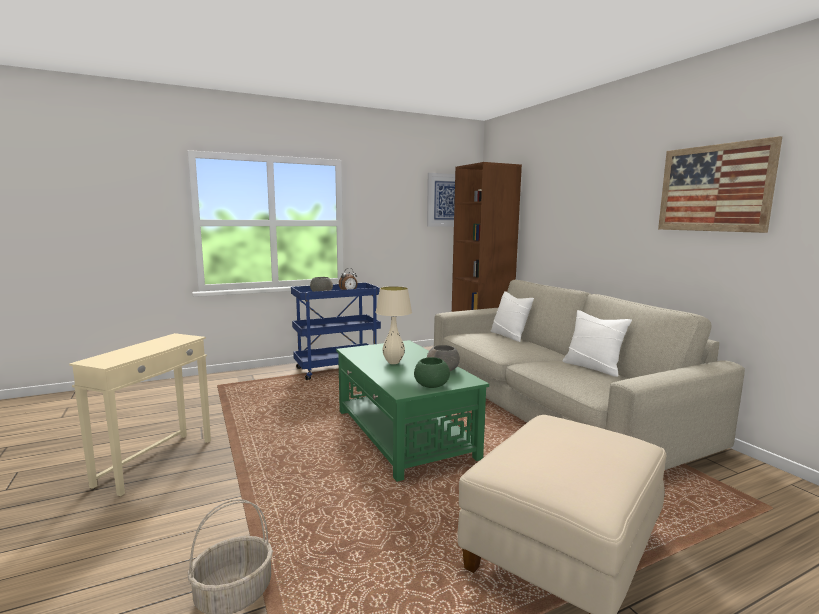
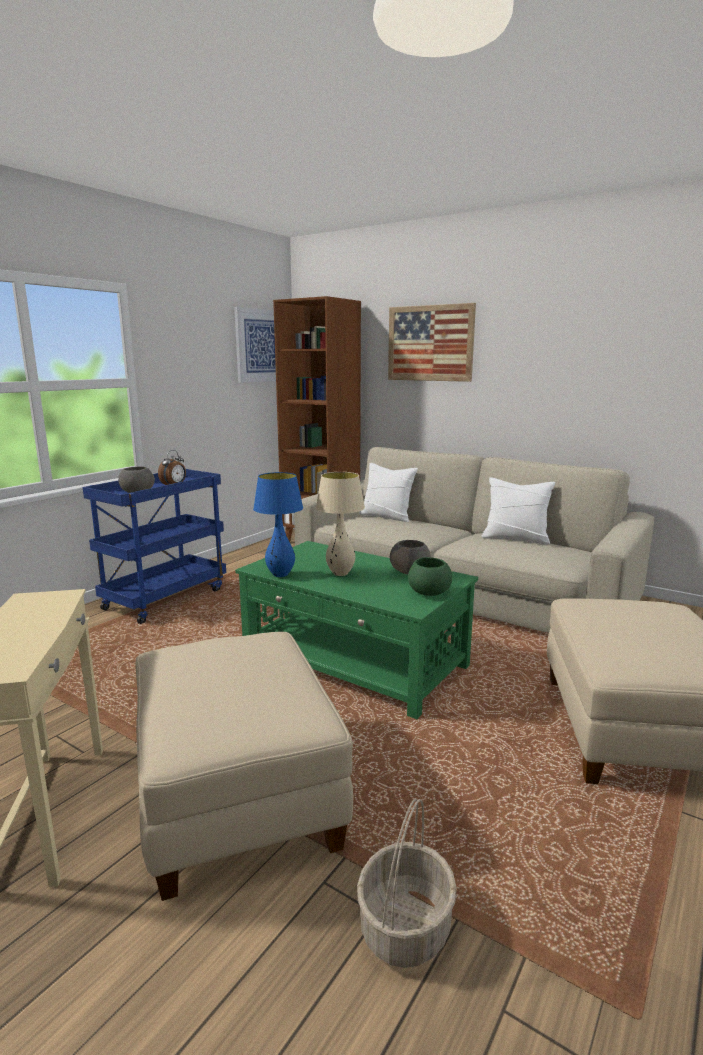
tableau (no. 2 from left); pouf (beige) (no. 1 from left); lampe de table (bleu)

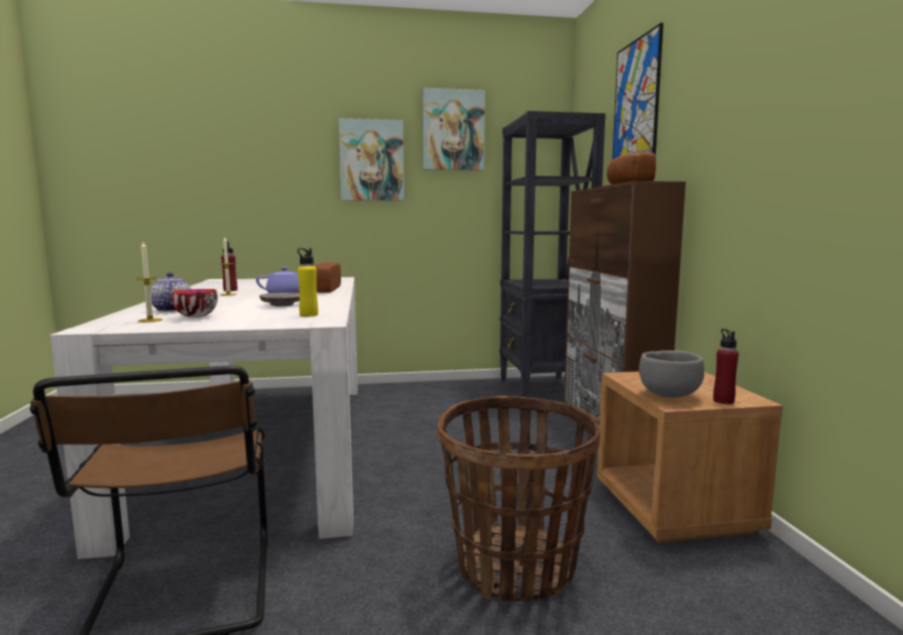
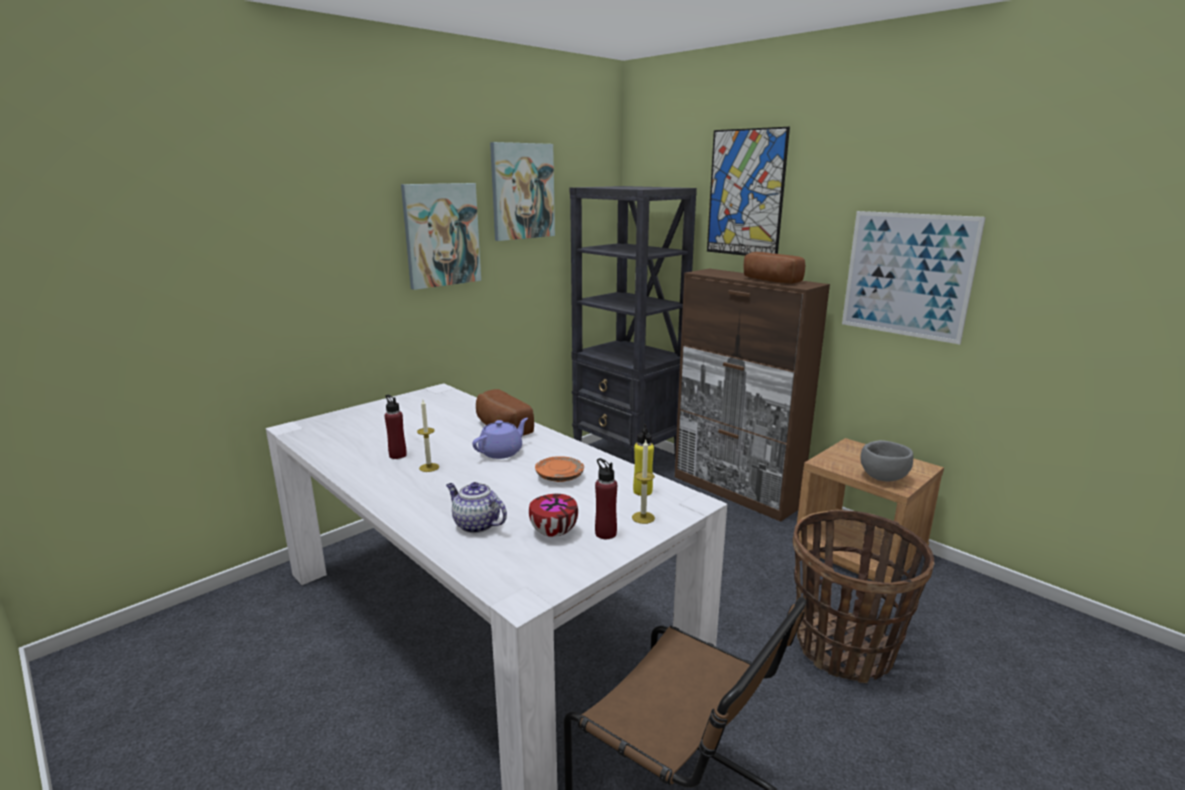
bougie (no. 2 from left); assiette (orange); bouteille (rouge) (no. 2 from left); tableau (no. 4 from left)

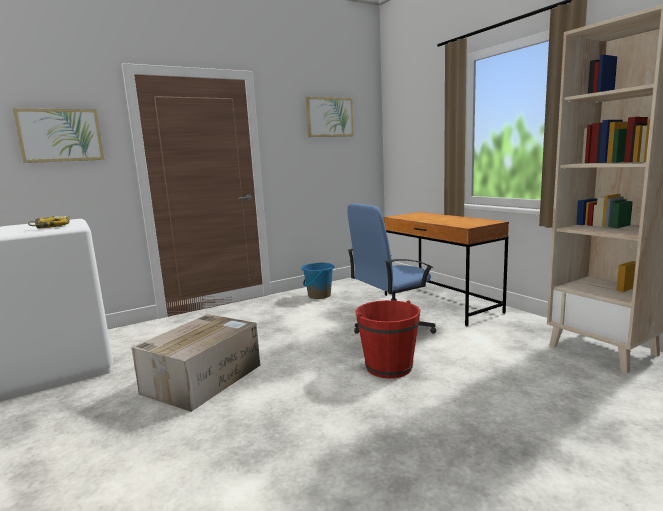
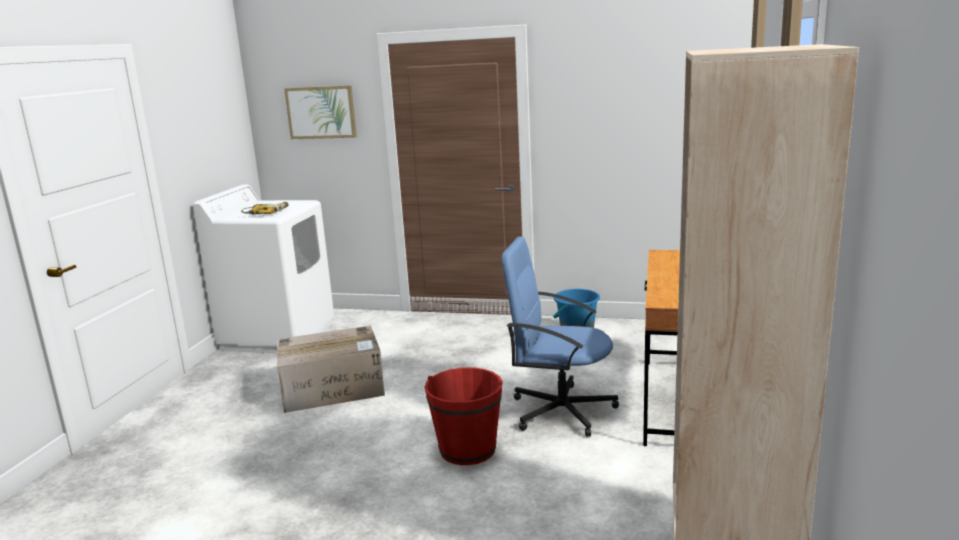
tableau (no. 2 from left in the first image)

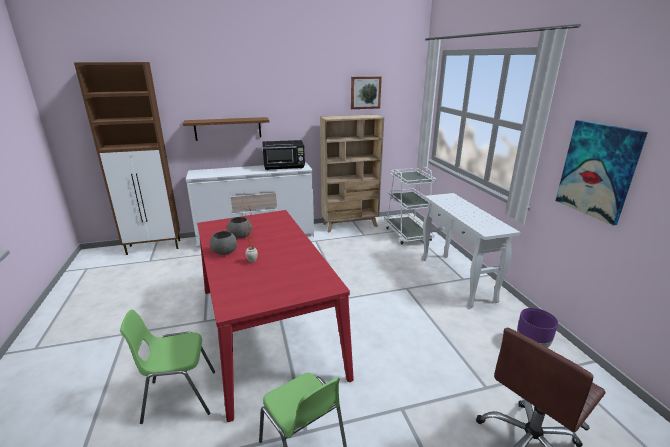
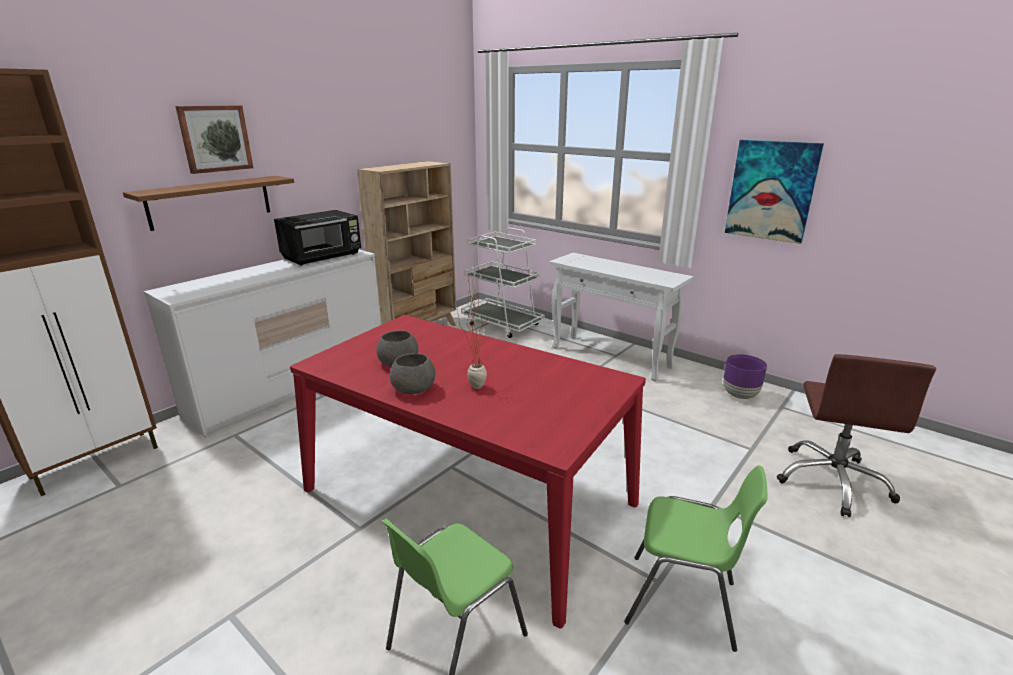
tableau (no. 1 from left)

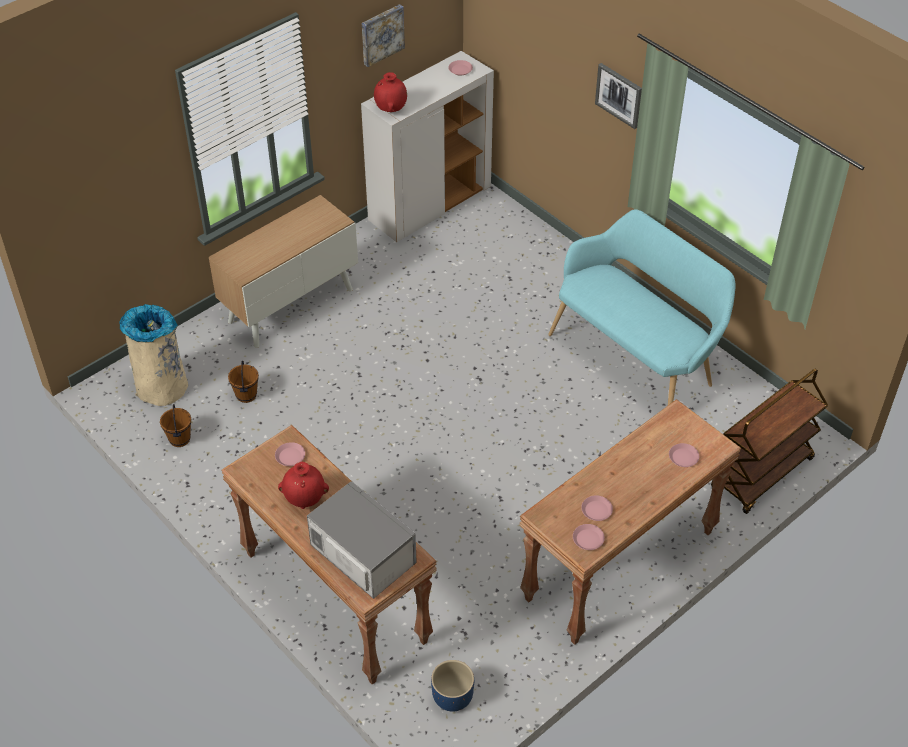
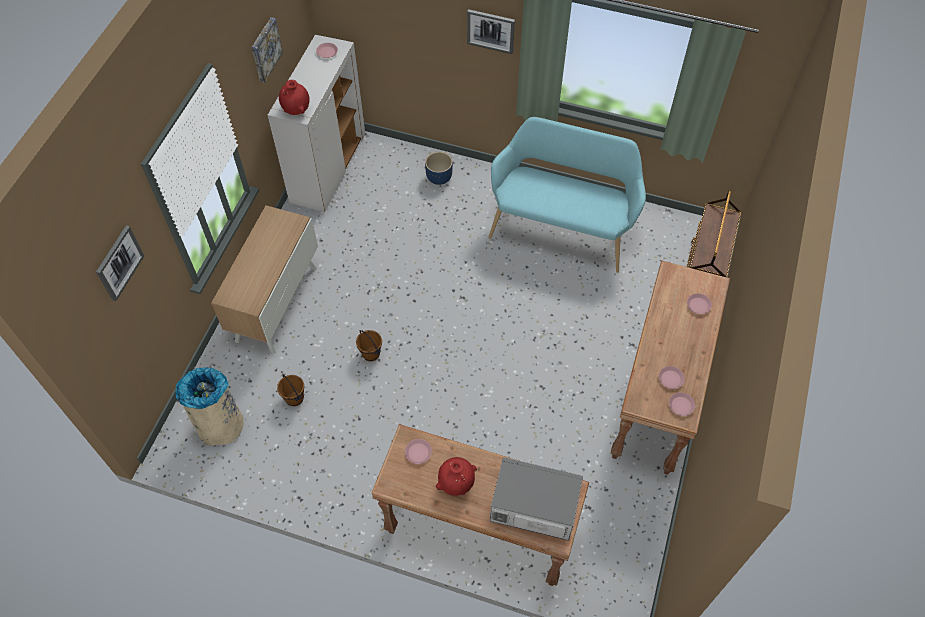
seau (marron) (no. 2 from left); cache-pot (bleu); tableau (no. 1 from left)

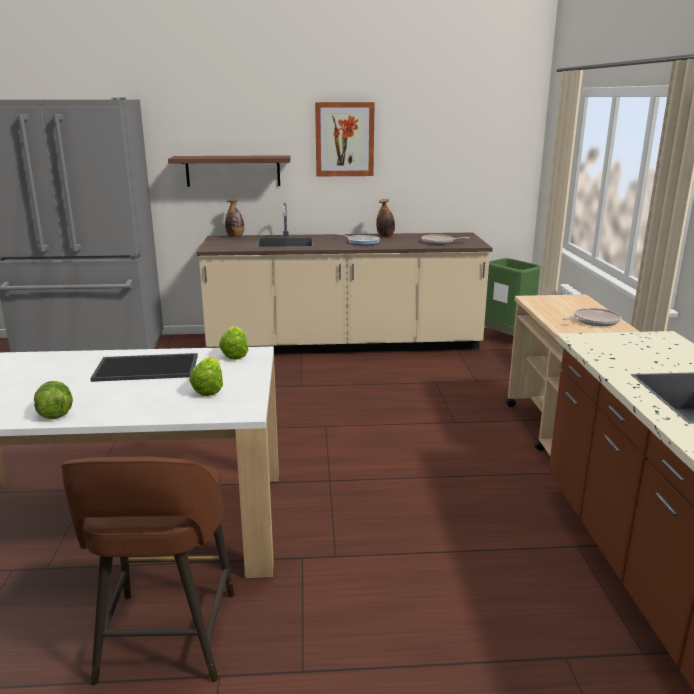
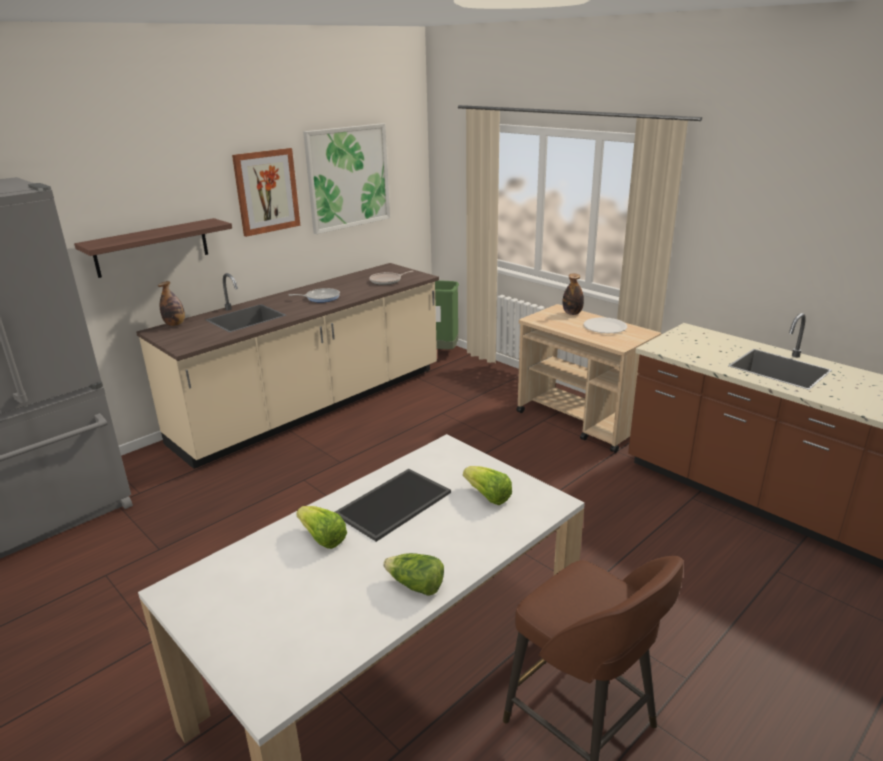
laitue (no. 1 from left); bouteille (no. 2 from left); assiette (blanc); tableau (no. 2 from left)

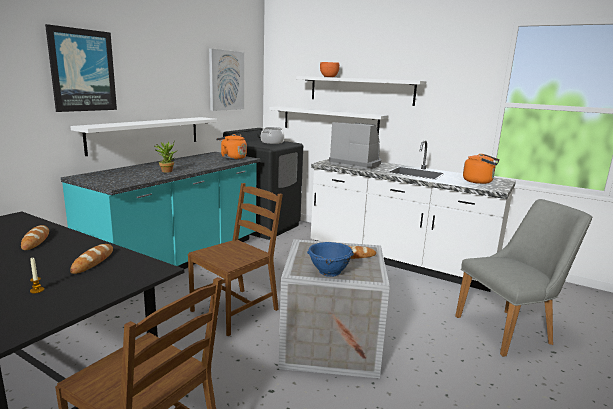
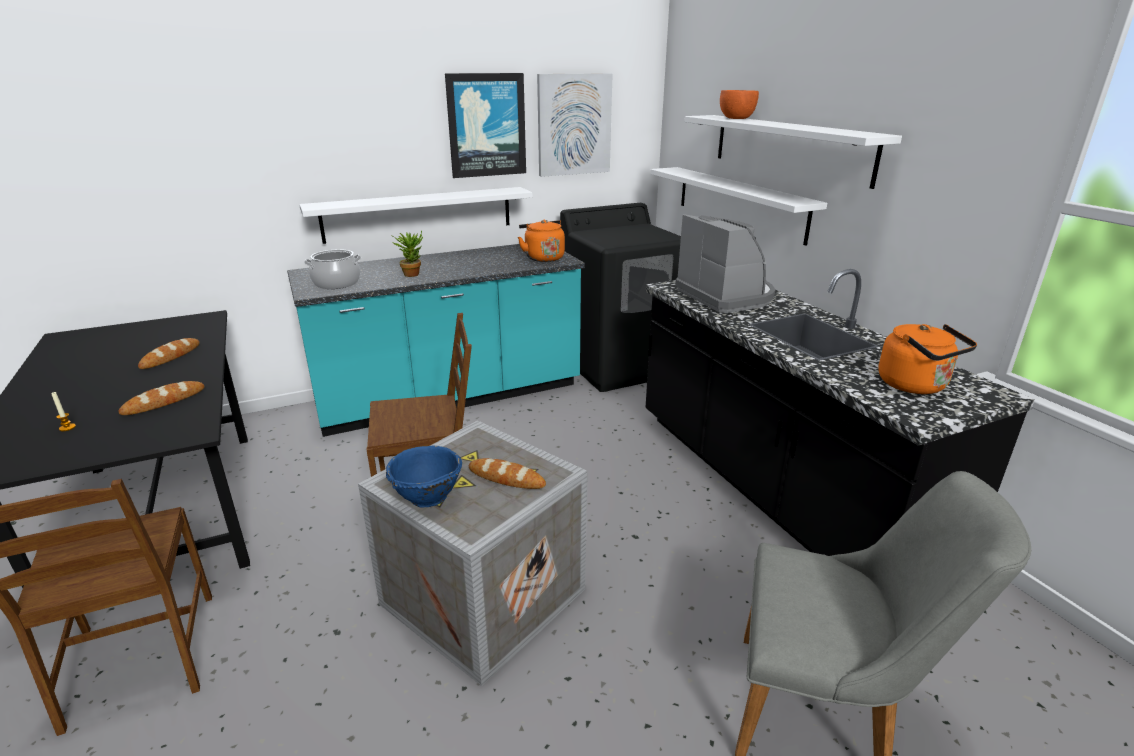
tableau (no. 1 from left); marmite; comptoir de cuisine (noir)

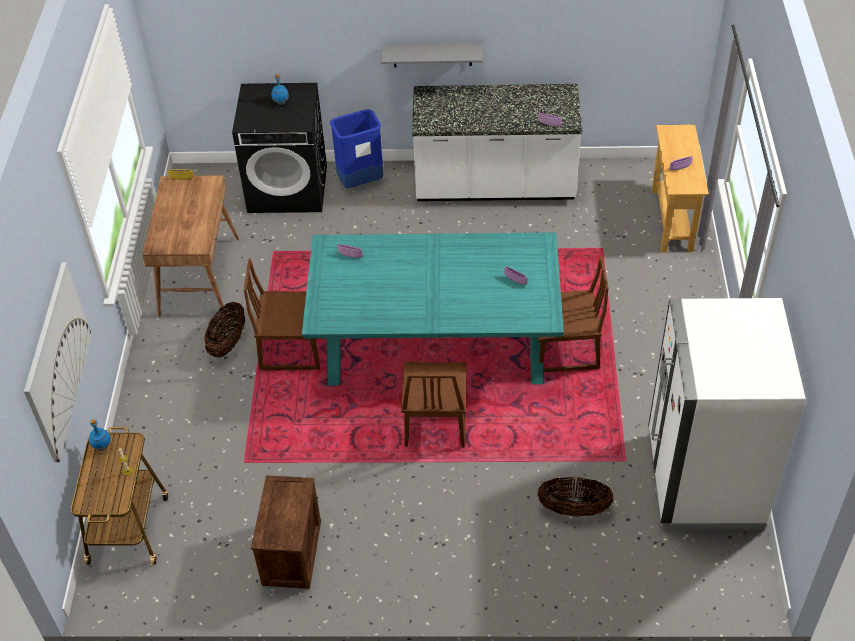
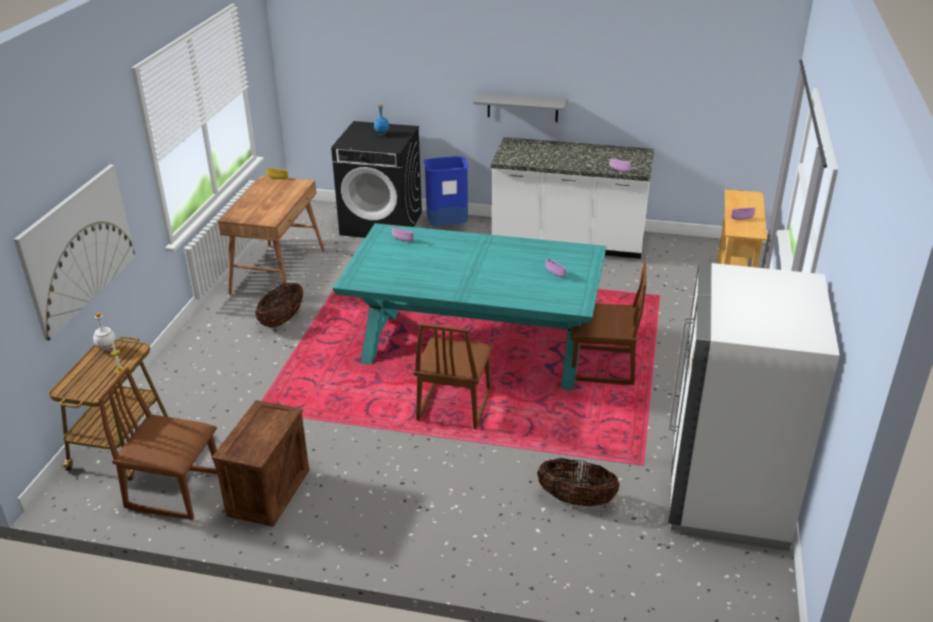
bouteille (blanc); chaise (marron) (no. 1 from left)

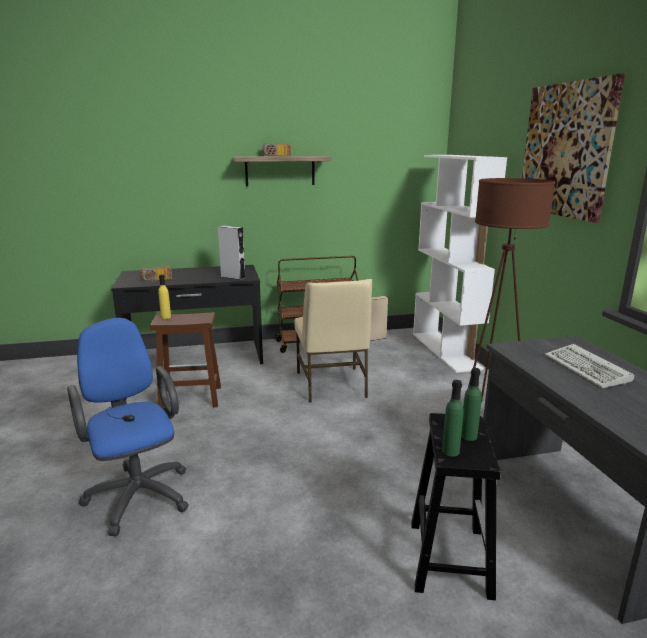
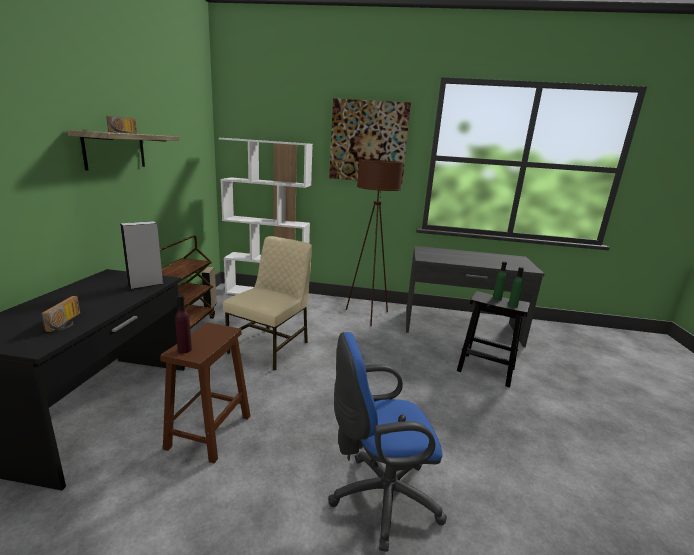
bouteille (violet); chaise (beige); clavier

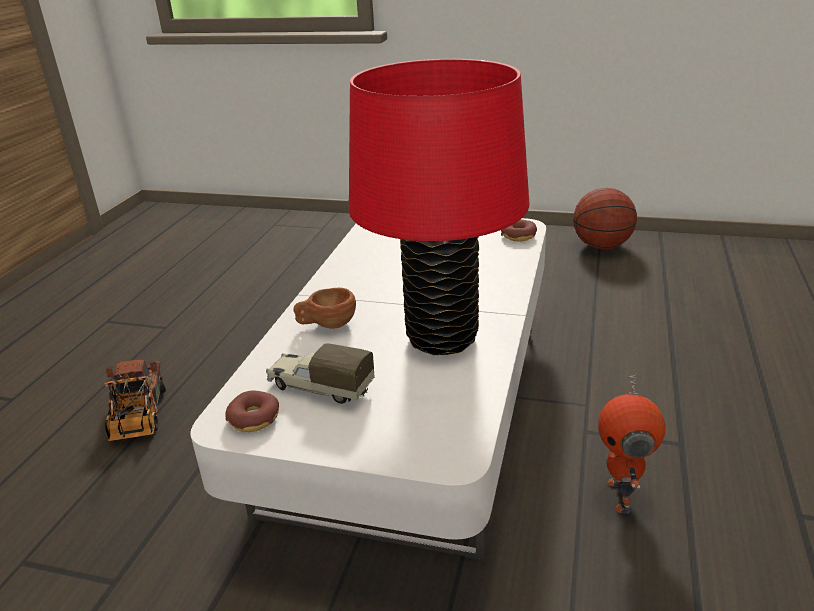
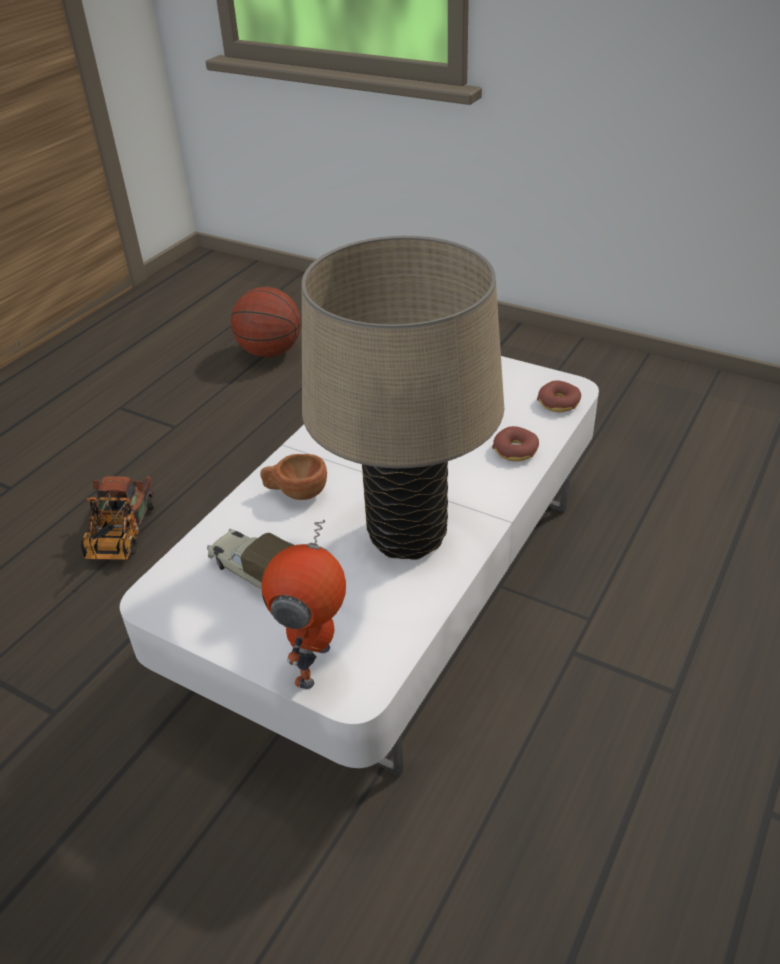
beignet (no. 1 from left); lampe de table (beige); ballon de basket; robot jouet

